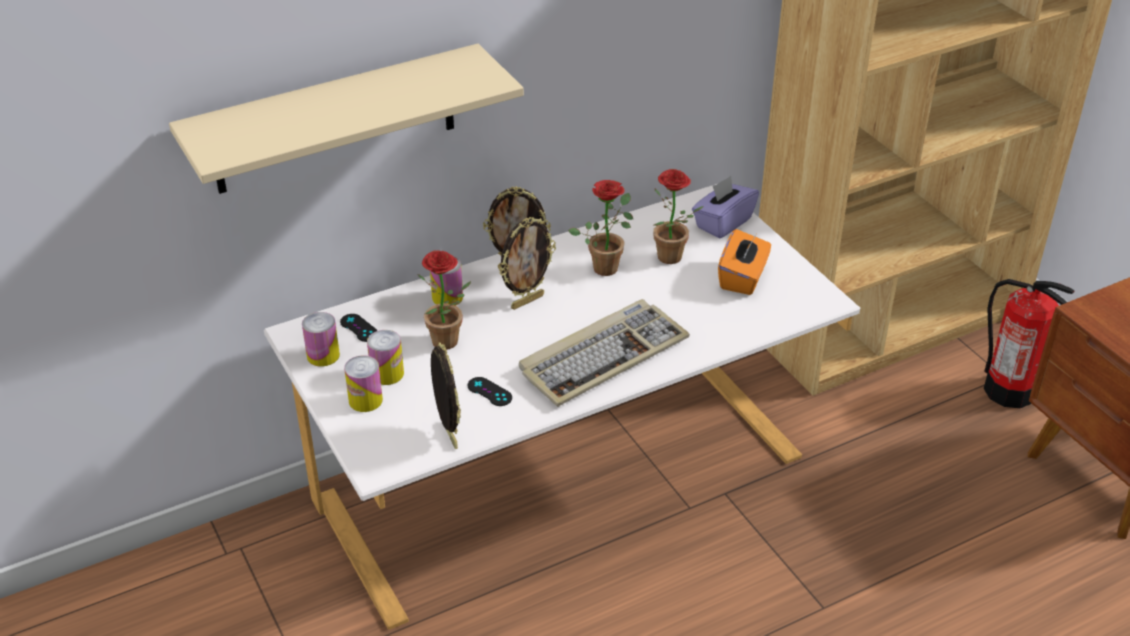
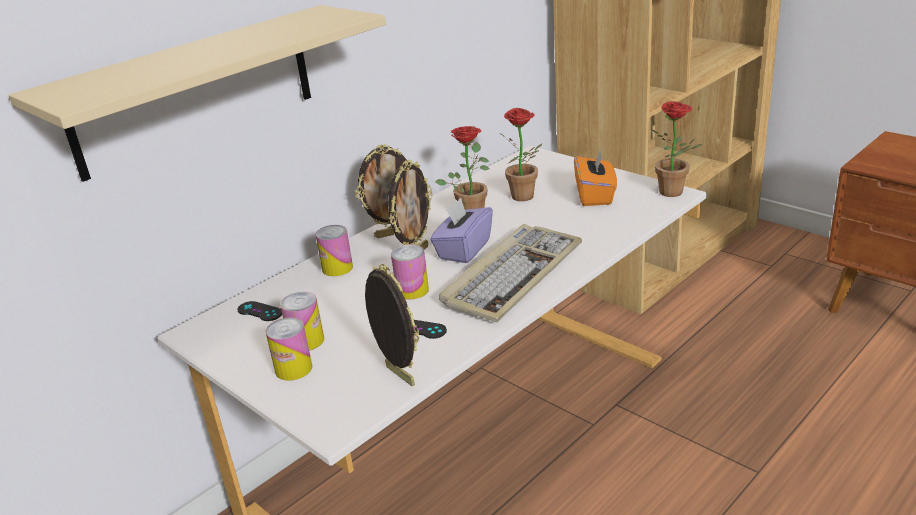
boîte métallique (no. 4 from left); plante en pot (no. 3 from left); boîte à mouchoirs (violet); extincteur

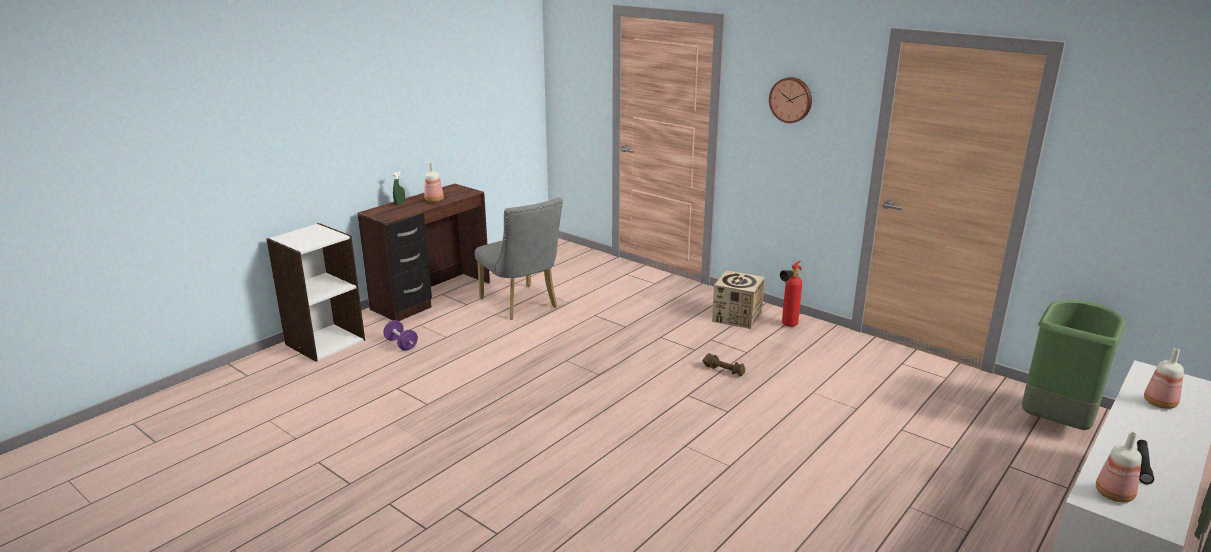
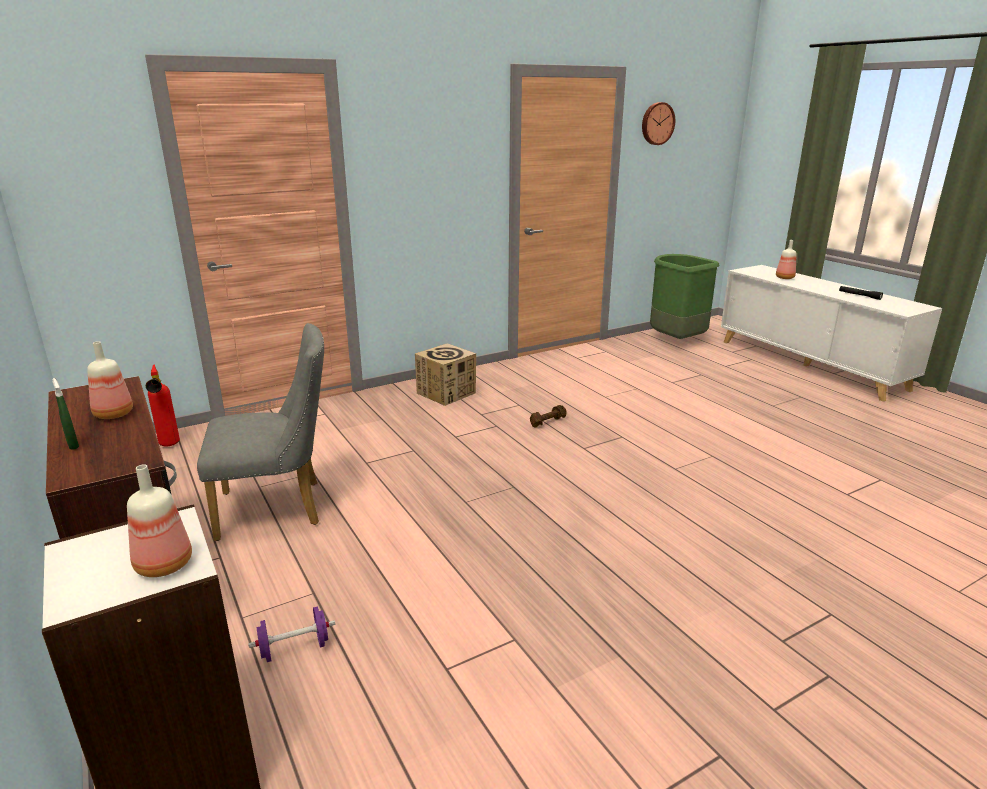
horloge murale; extincteur; bouteille (no. 2 from left)

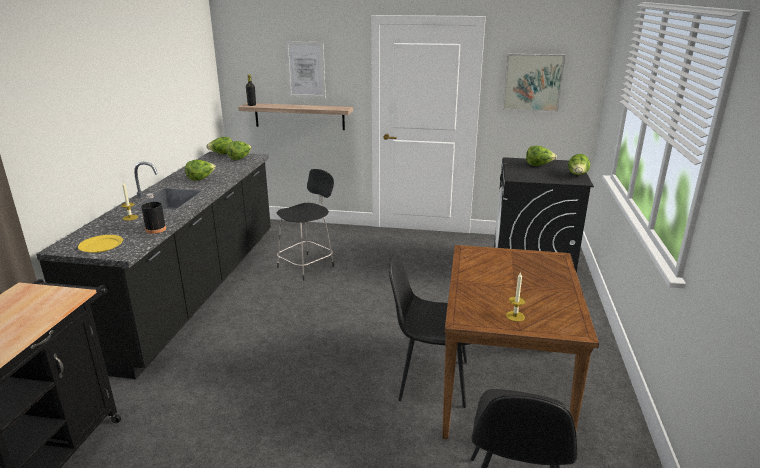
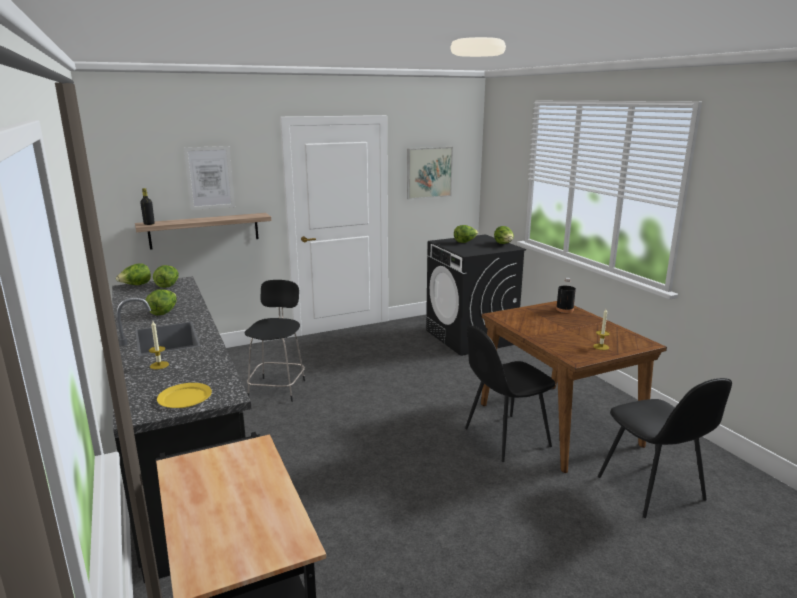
bouteille (noir) (no. 2 from left)

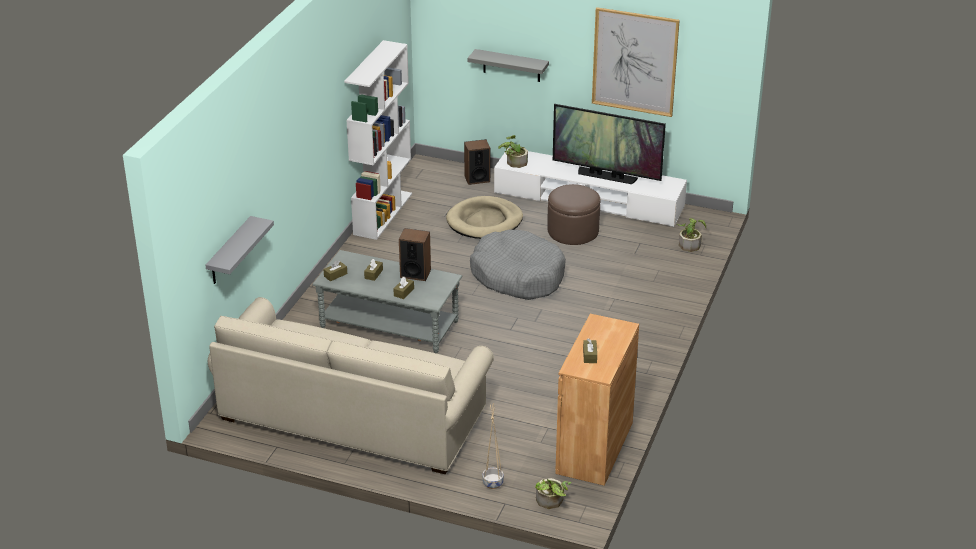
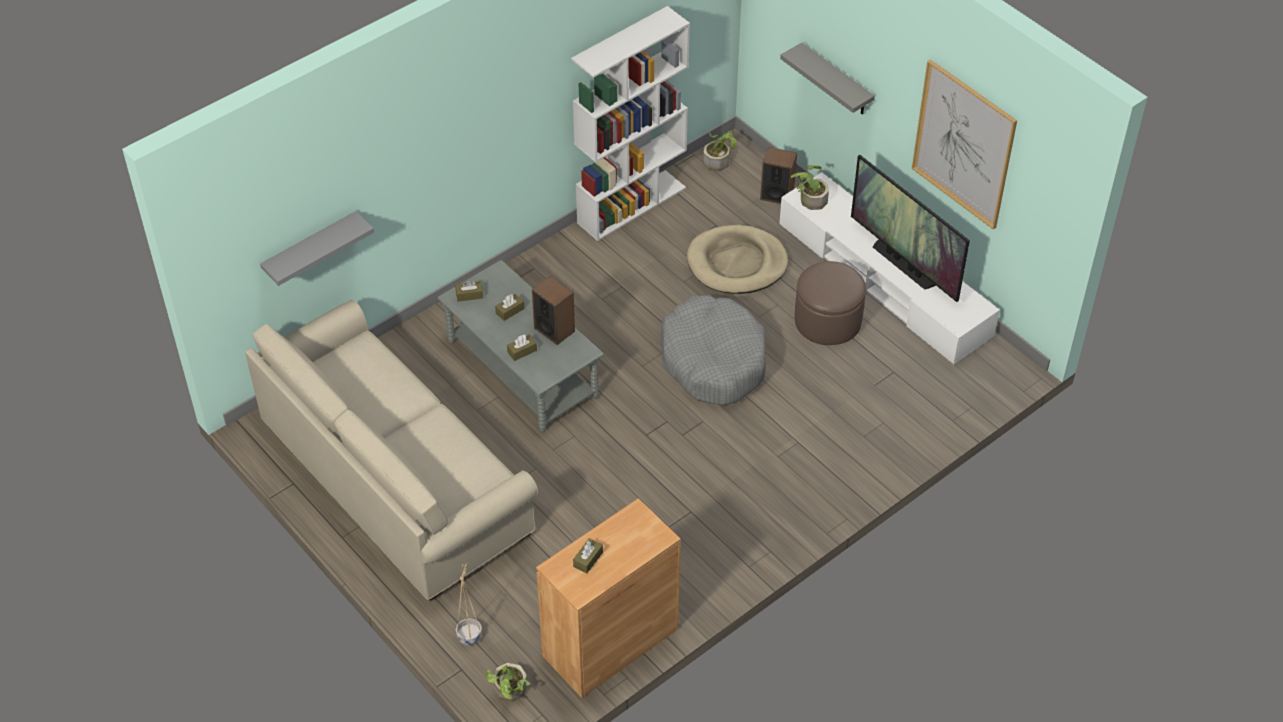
plante en pot (no. 2 from left)

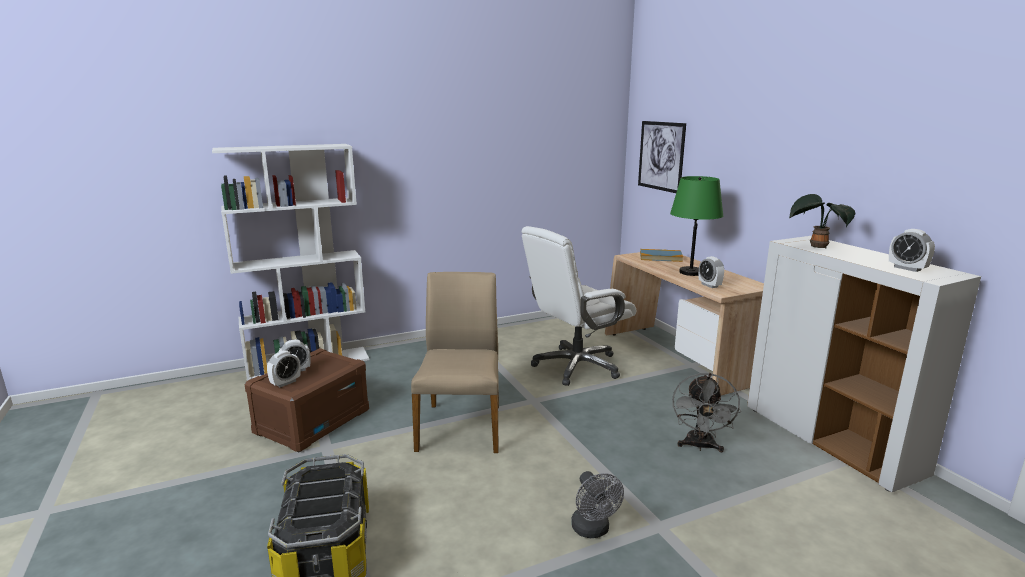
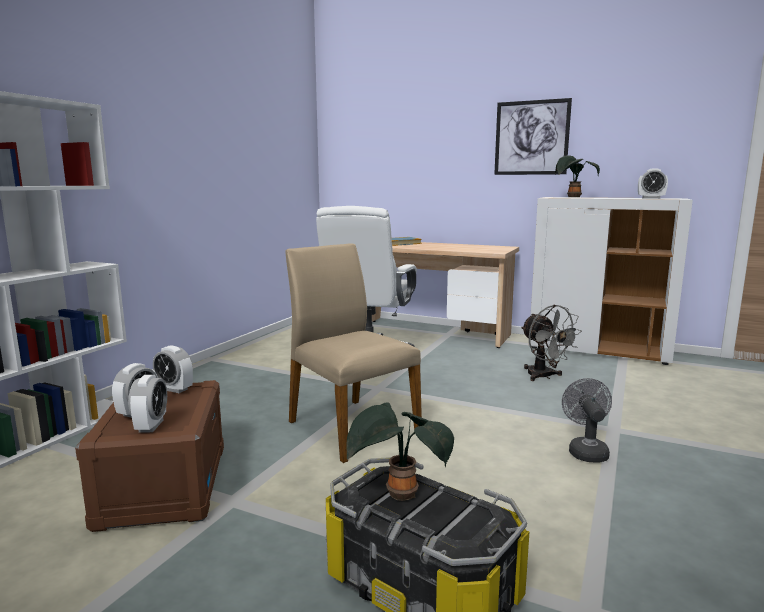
ventilateur (gris) (no. 2 from left); tableau; lampe de table (vert); réveil (no. 3 from left); plante en pot (no. 1 from left)

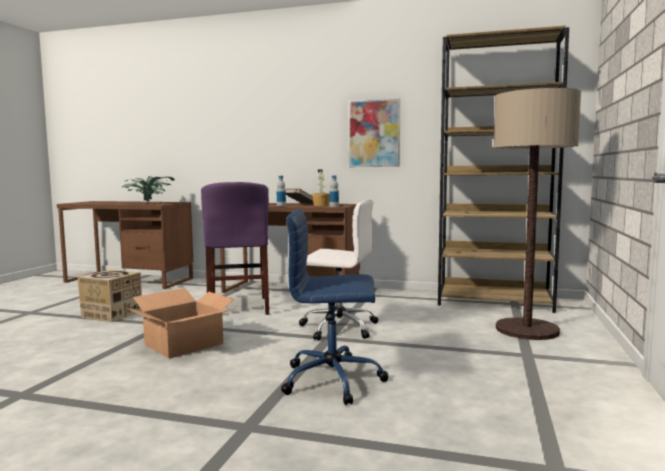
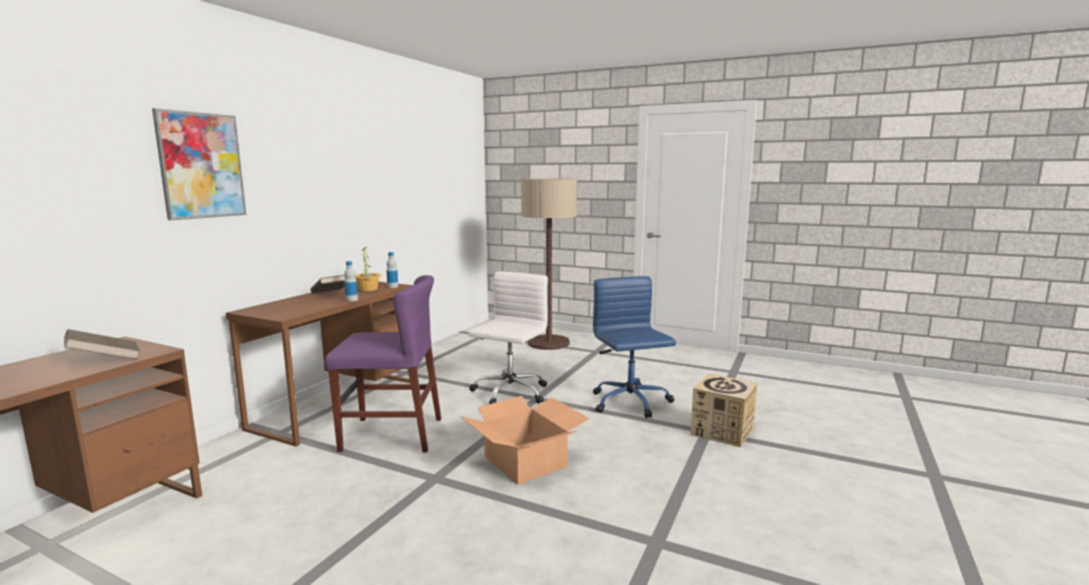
carton (no. 2 from left); livre (marron) (no. 1 from left); chaise de bureau (bleu); tableau; bibliothèque (marron)

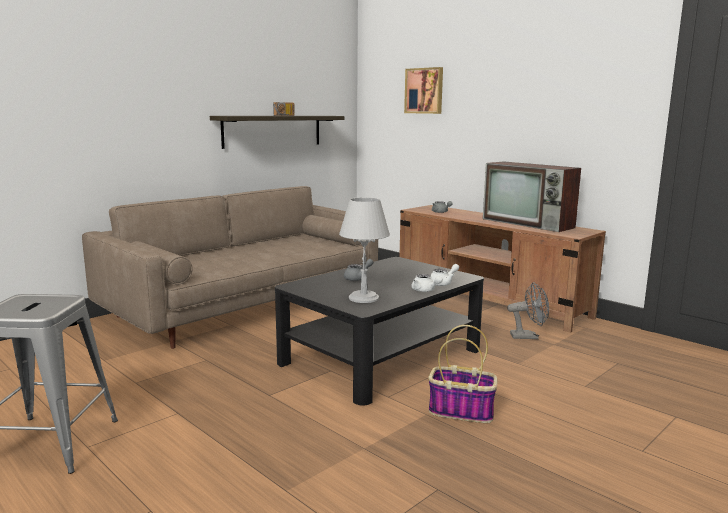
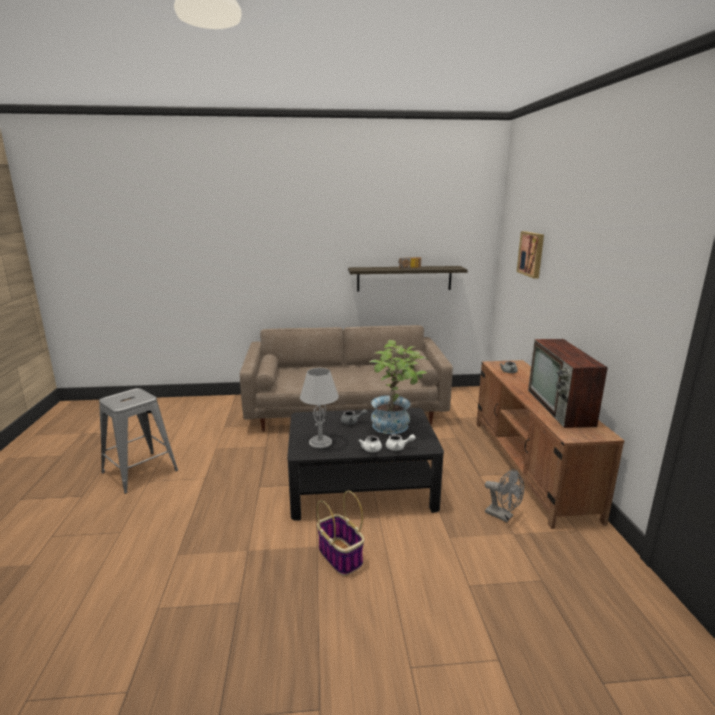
plante en pot

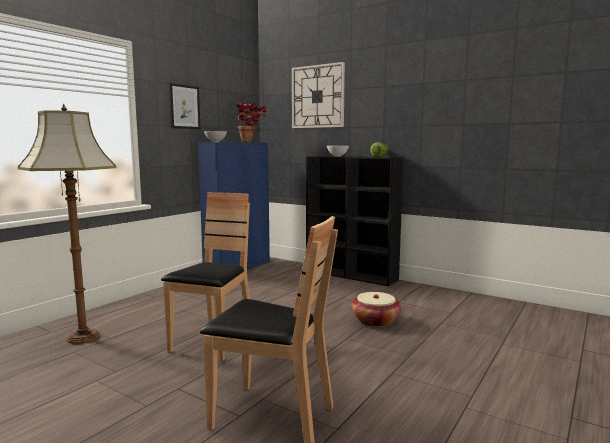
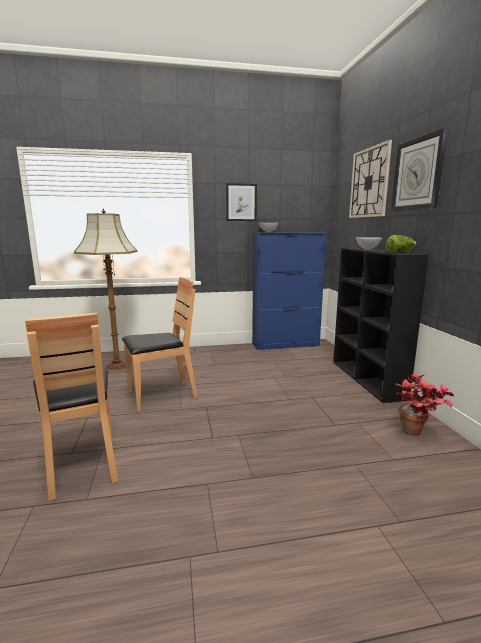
plante en pot; panier; horloge murale (no. 2 from left)

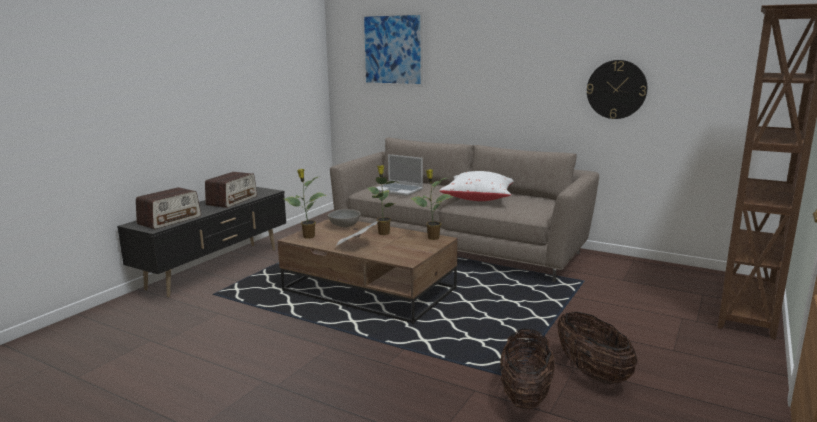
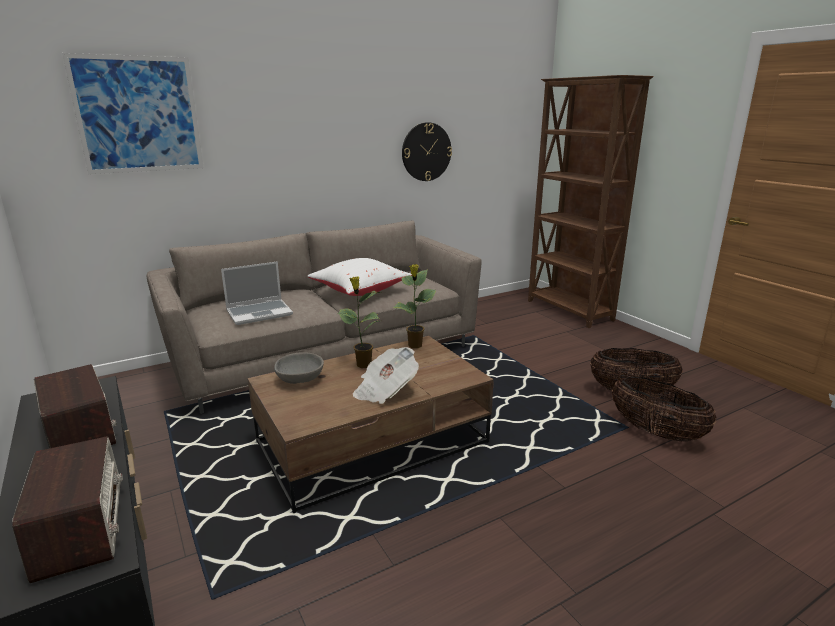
plante en pot (no. 1 from left in the first image)

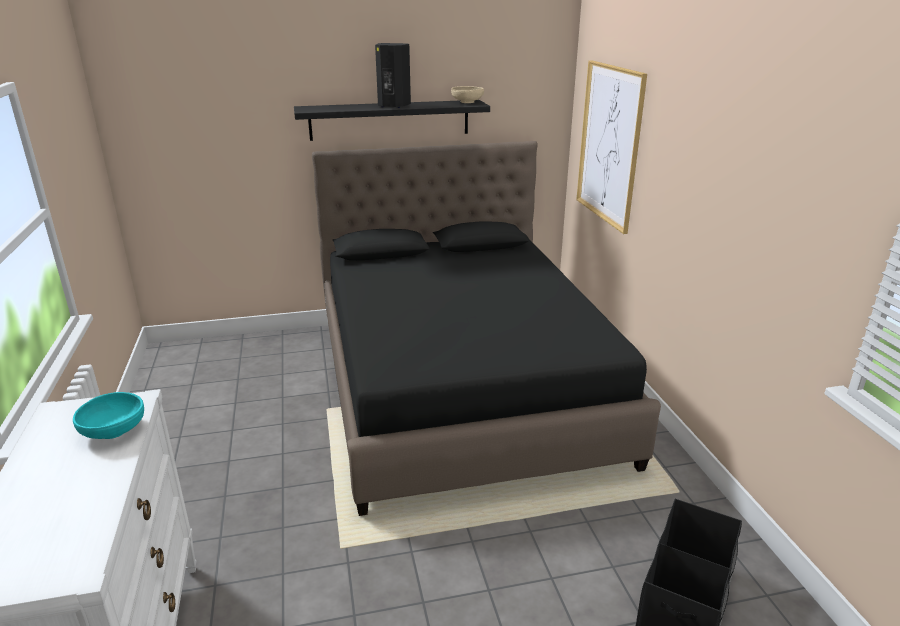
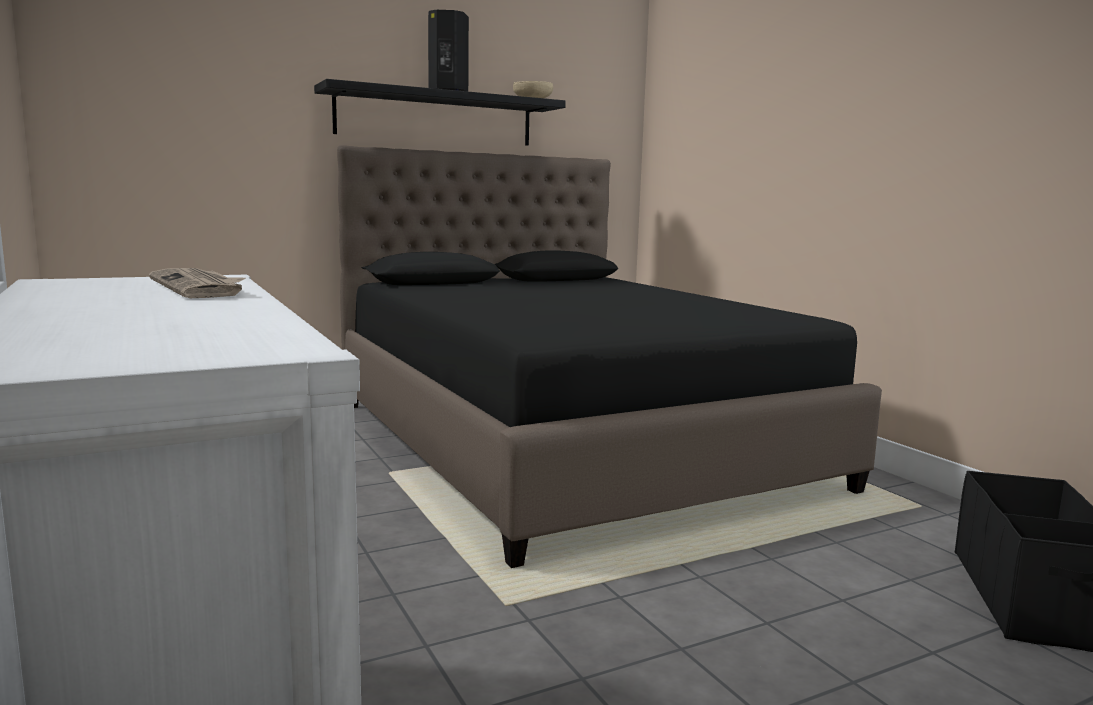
journal; tableau

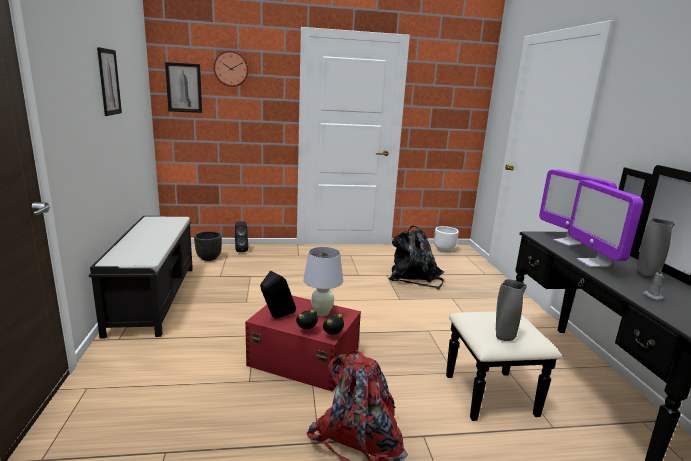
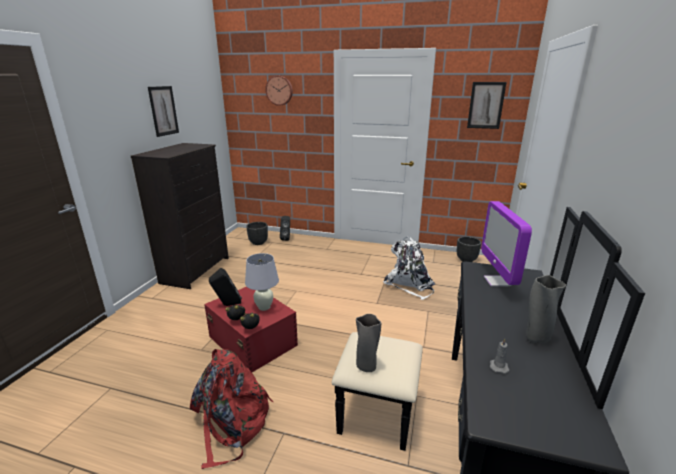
commode (noir) (no. 1 from left); tableau (no. 2 from left); sac à dos (blanc); cache-pot (noir) (no. 2 from left); écran d'ordinateur (no. 2 from left in the first image)

